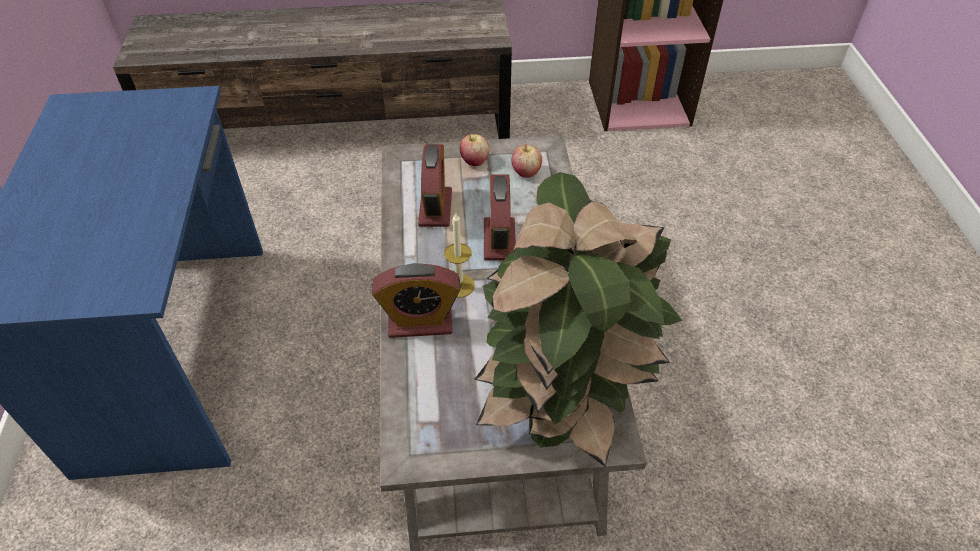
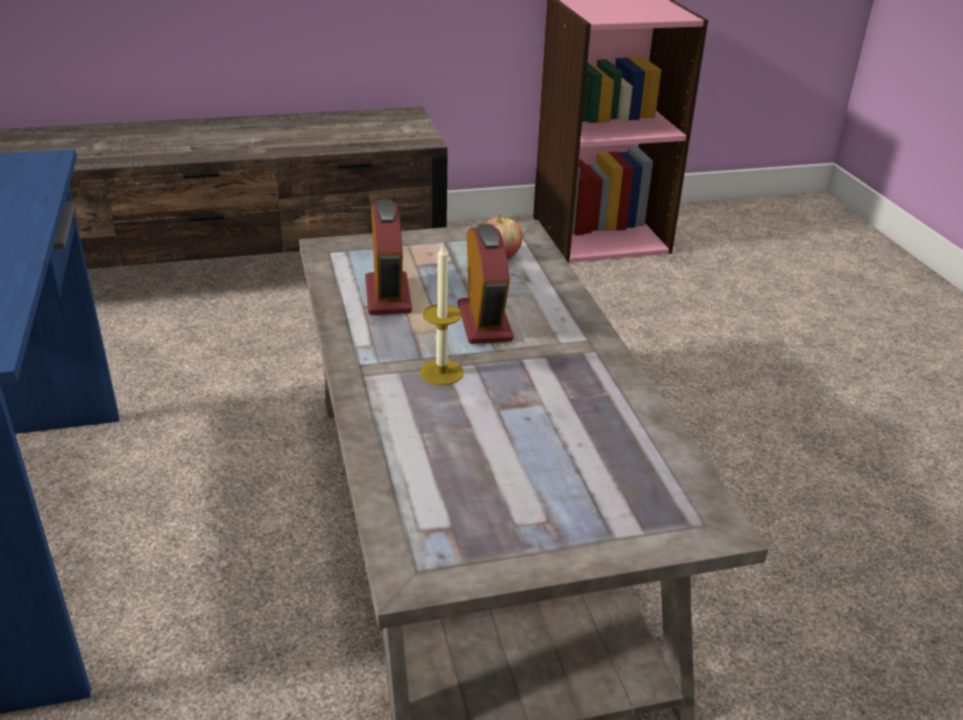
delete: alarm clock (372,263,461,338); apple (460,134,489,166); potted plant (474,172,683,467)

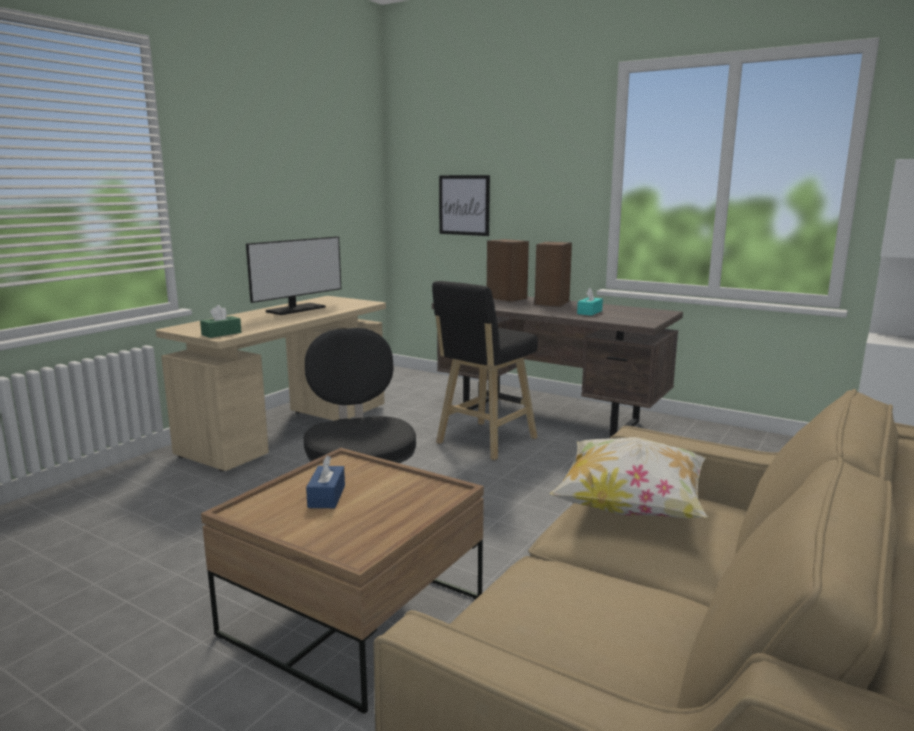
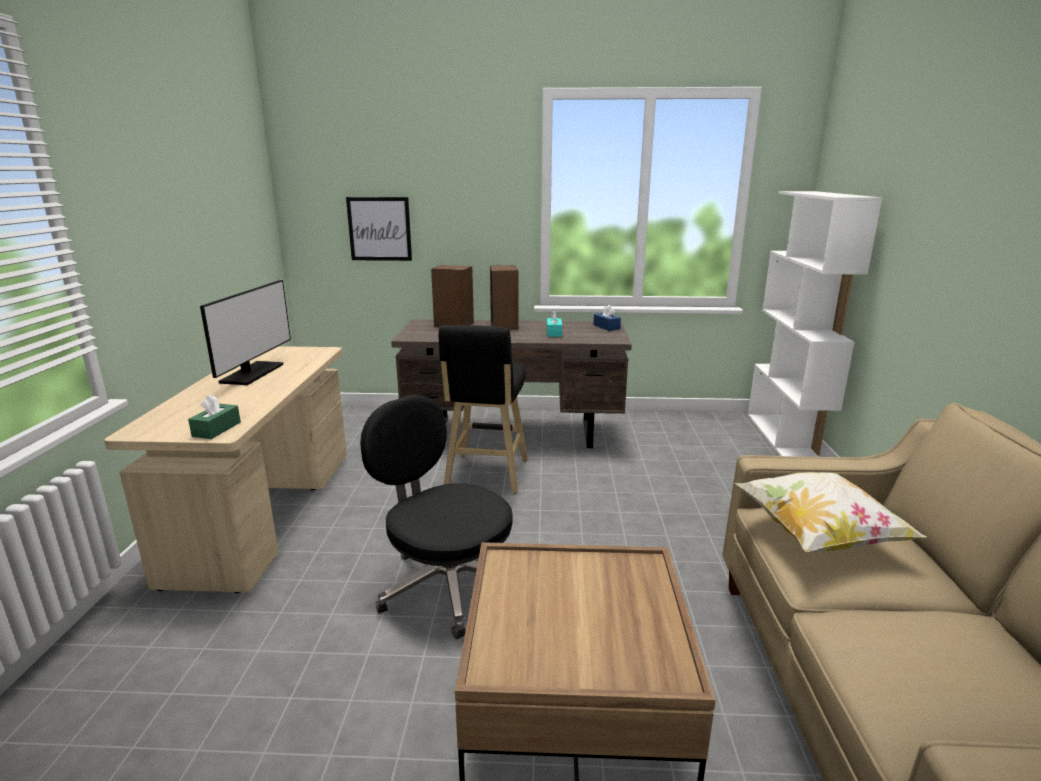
move: tissue box (blue) (306,456,345,508) to (594,305,621,331)

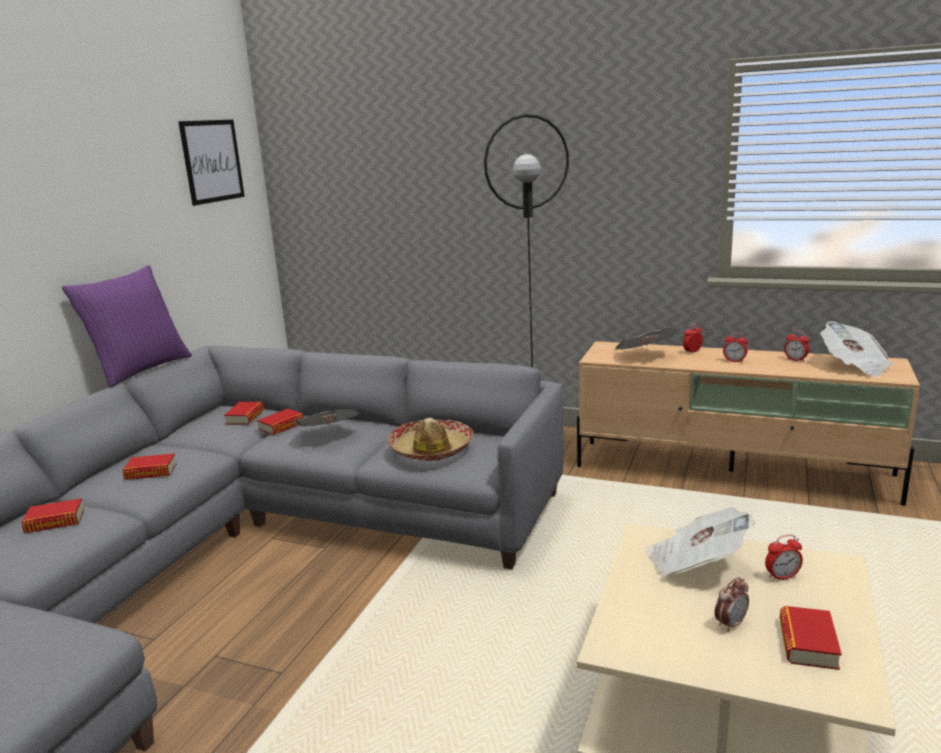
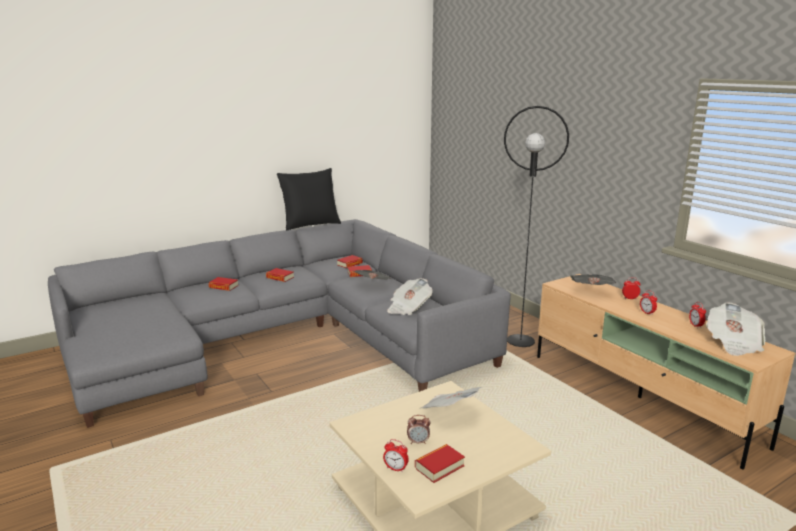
delete: picture (178,120,245,206)
move: alarm clock (765,534,803,581) to (383,439,409,473)
replace: hat (387,418,473,461) to newspaper (387,278,433,315)
recolor: pillow (purple) (62,265,192,388) to pillow (black) (277,168,341,230)

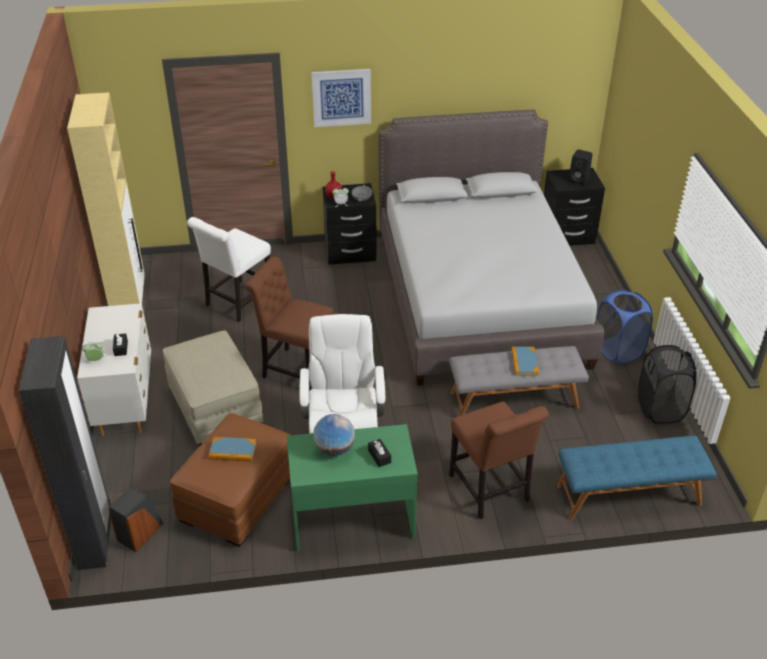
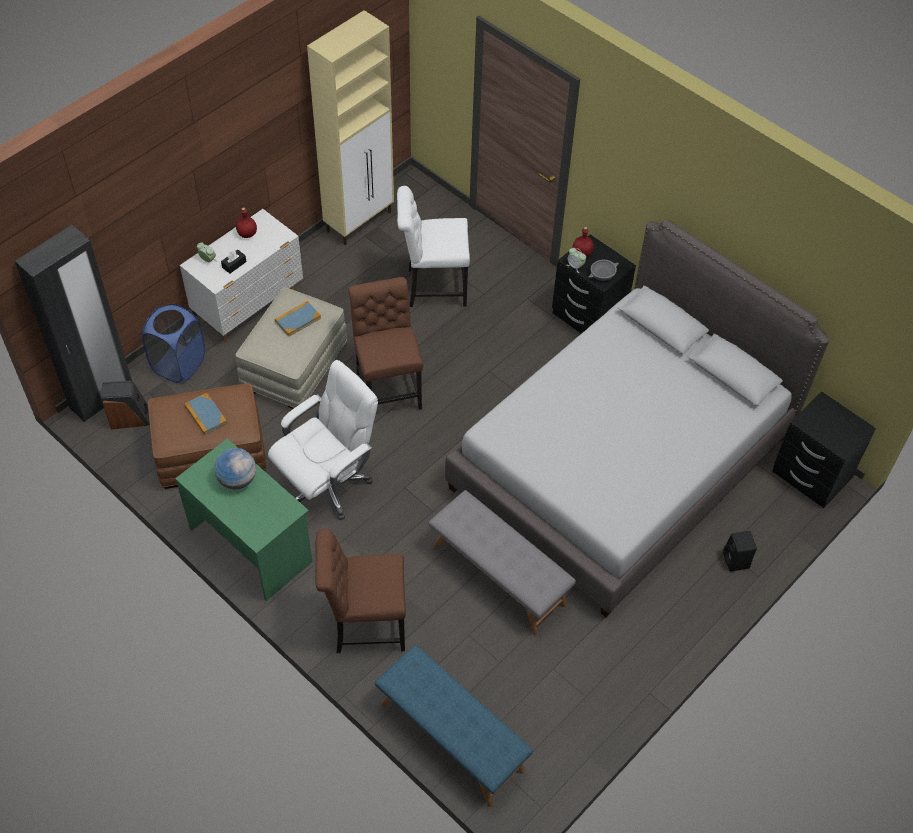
delete: picture (312,69,371,127); tissue box (black) (368,439,391,467); laundry basket (black) (638,345,696,424)
insert: bottle (red) (236,207,257,238)
move: laundry basket (blue) (597,290,653,364) to (142,303,205,383); book (511,347,539,376) to (275,301,321,337); speaker (black) (568,149,592,185) to (723,531,757,572)
rotate: chair (brown) (449,401,549,519) = (315,529,406,653) 60 degrees clockwise

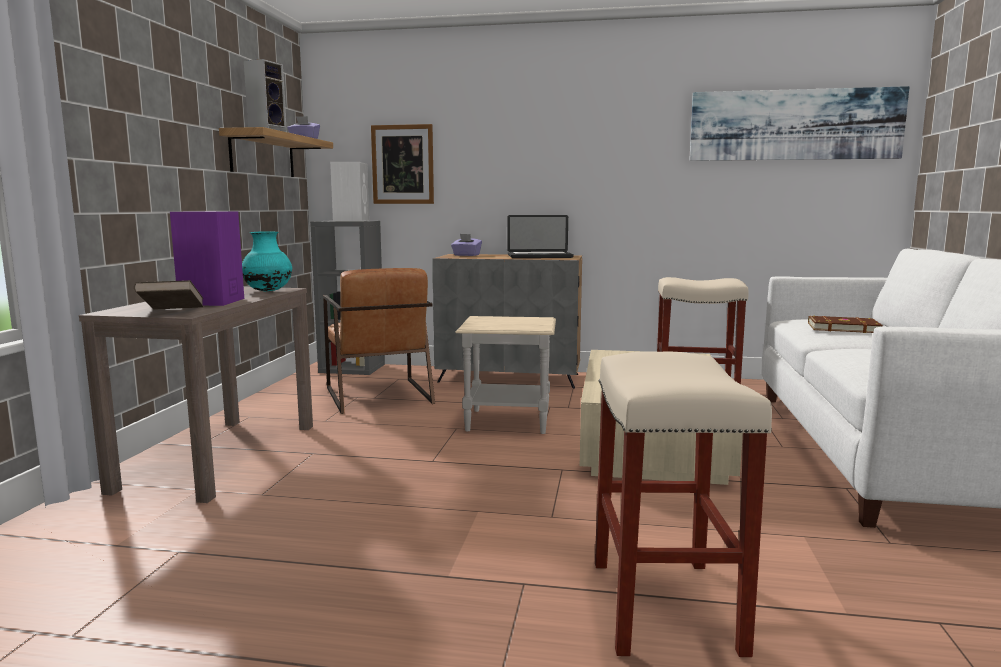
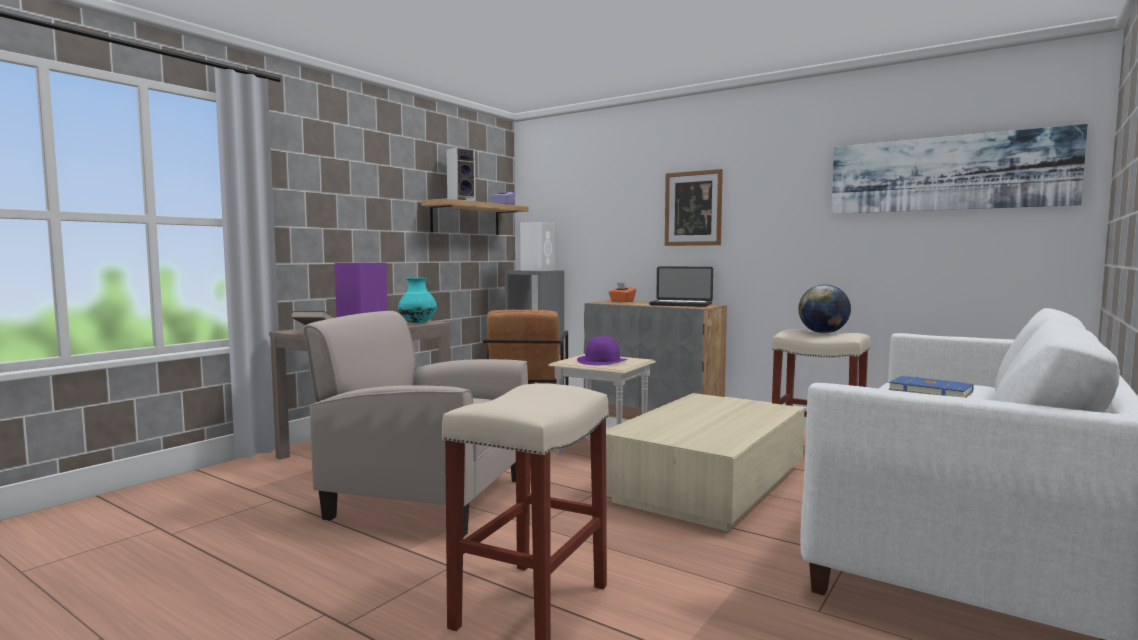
insert: armchair (beige) (303,311,528,537); hat (purple) (577,336,628,365); globe (798,284,851,333)
move: picture (371,124,434,204) to (665,169,723,246)
recolor: tissue box (purple) (451,234,482,256) to tissue box (orange) (608,283,636,302); book (brown) (808,316,883,333) to book (blue) (888,376,974,398)

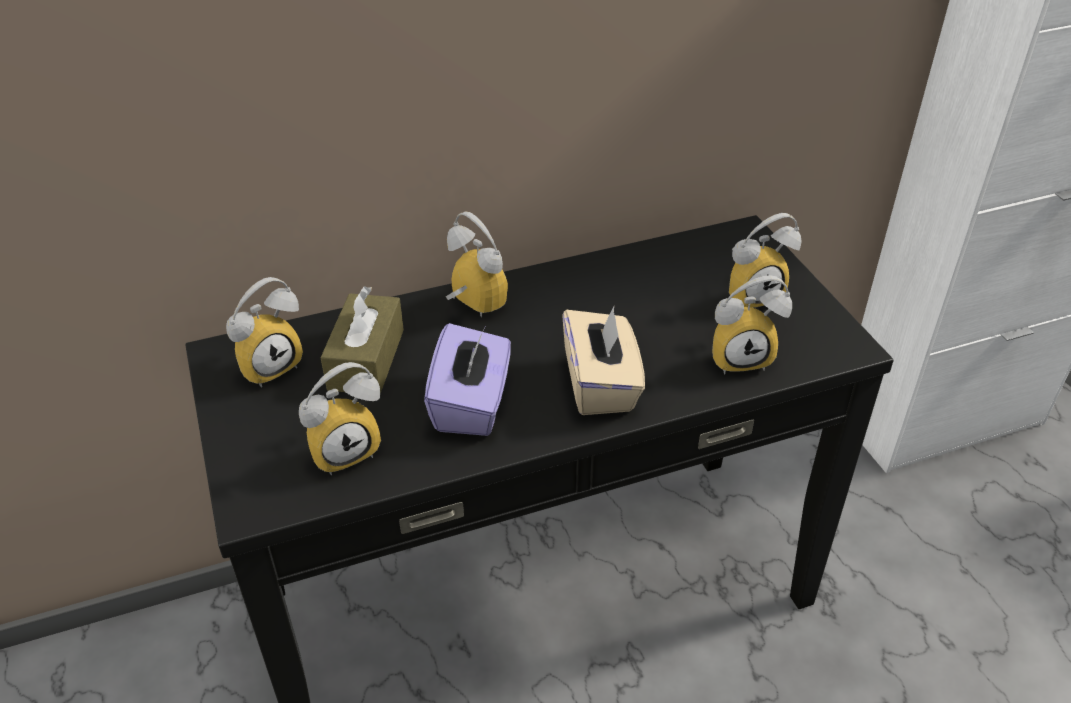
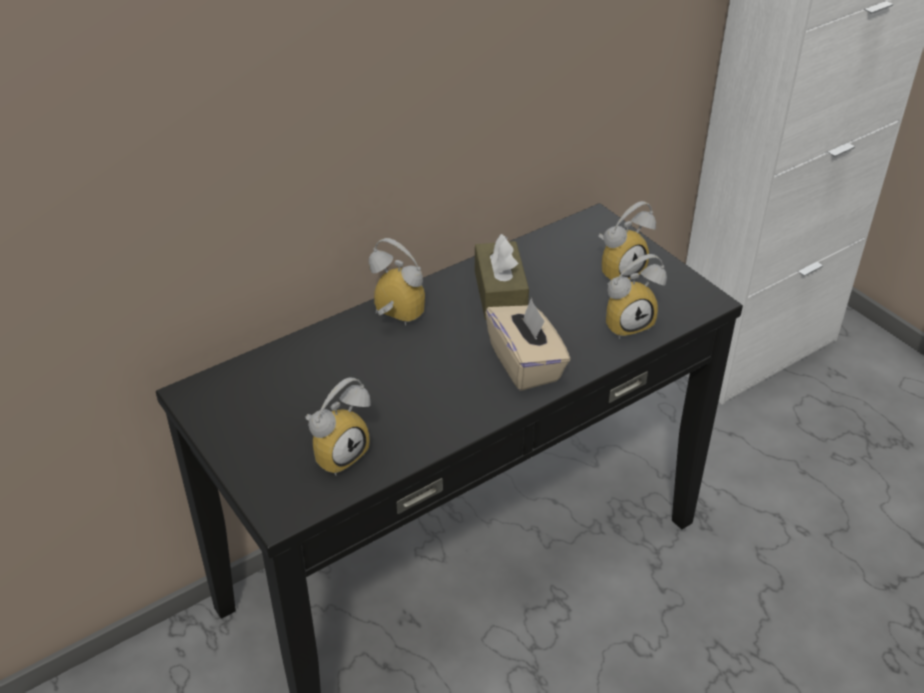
delete: alarm clock (226,277,303,387); tissue box (purple) (424,323,511,436)
move: tissue box (brown) (321,286,404,394) to (475,234,529,319)

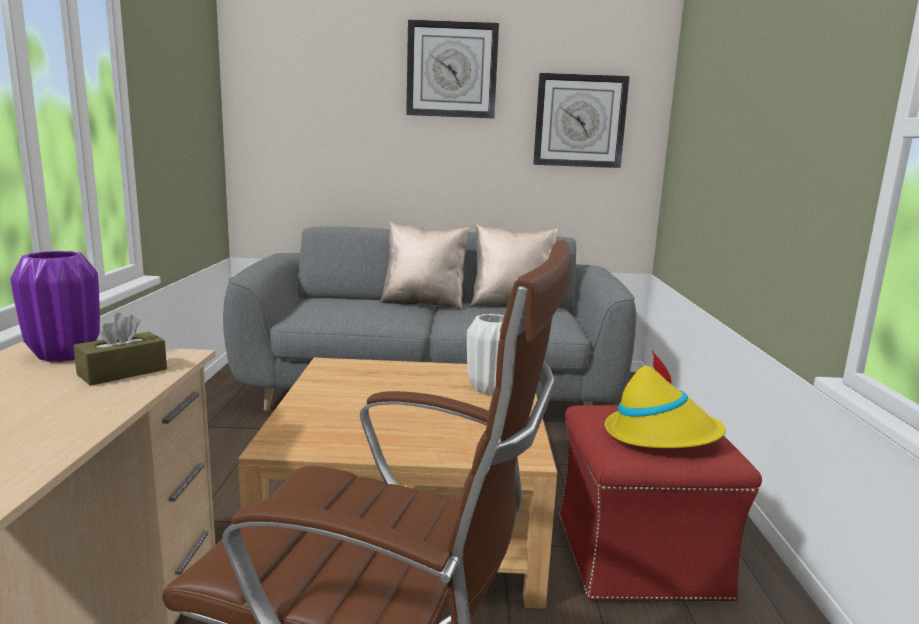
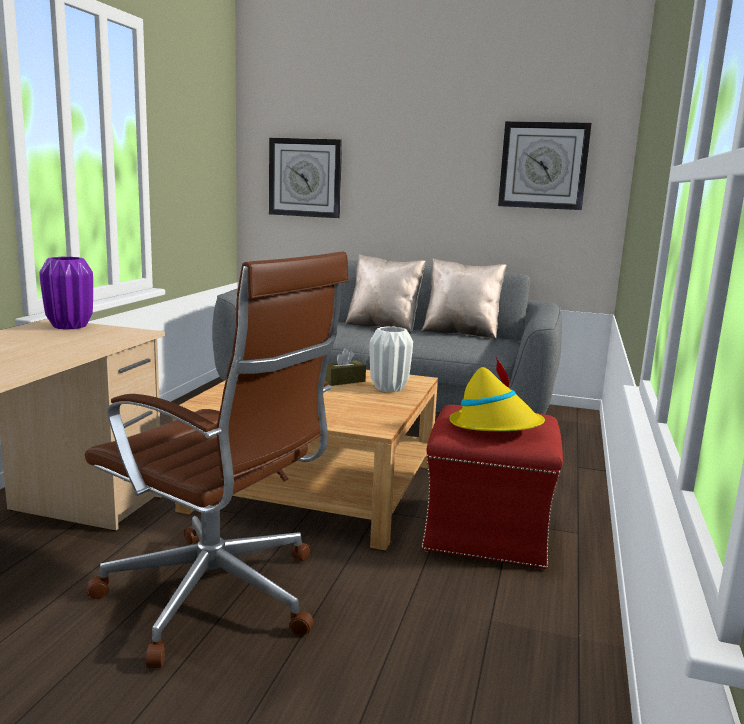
move: wall clock (406,20,499,118) to (269,138,342,218); tissue box (brown) (73,313,167,386) to (325,348,366,386)

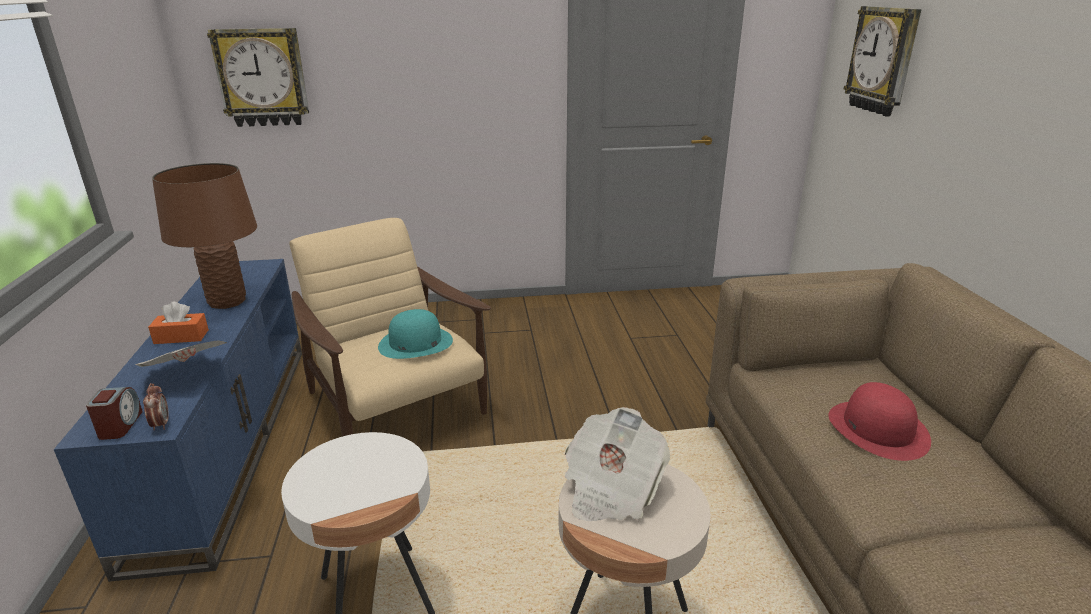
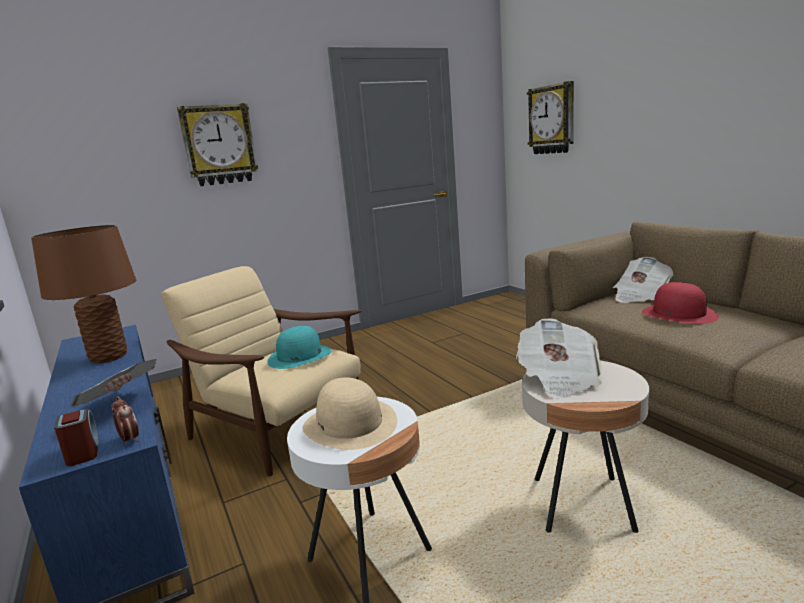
delete: tissue box (orange) (148,302,209,344)
insert: hat (beige) (303,377,397,450); newspaper (613,257,673,303)
move: wall clock (207,28,309,127) to (177,103,258,186)

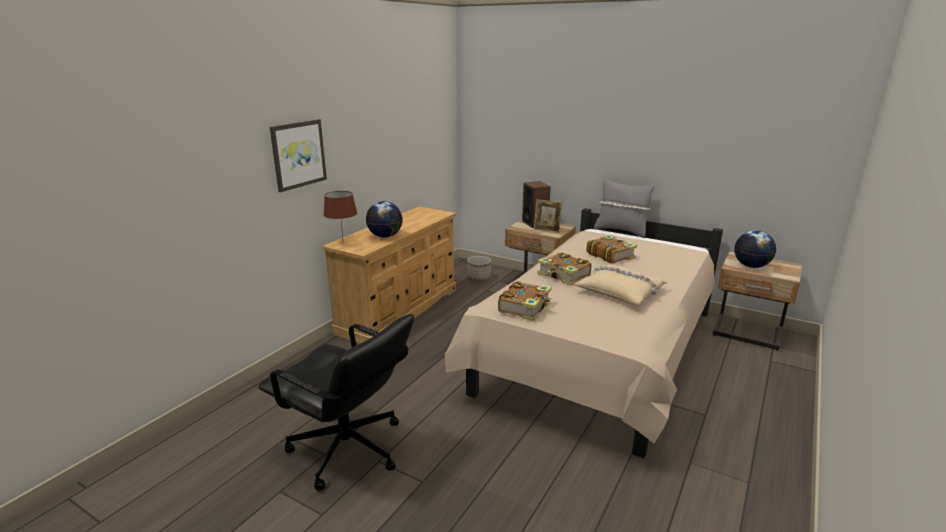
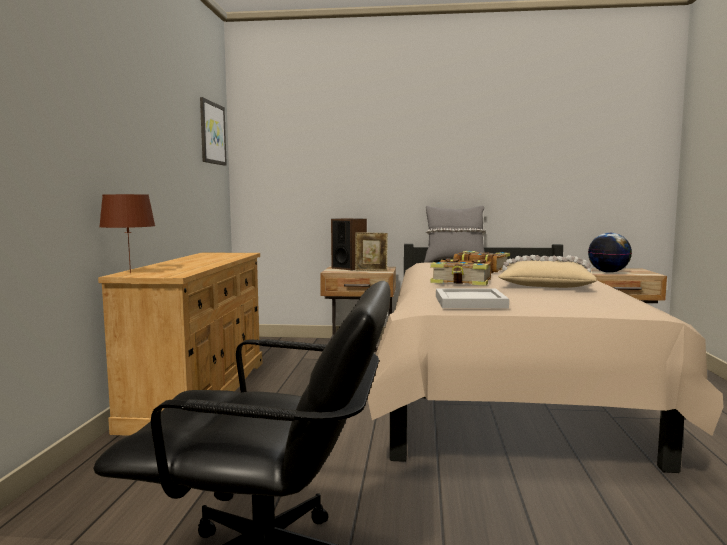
delete: globe (366,201,403,237); planter (467,256,491,281)
move: picture (270,119,327,192) to (200,97,227,166)
replace: book (498,281,552,321) to tray (white) (436,288,509,308)

